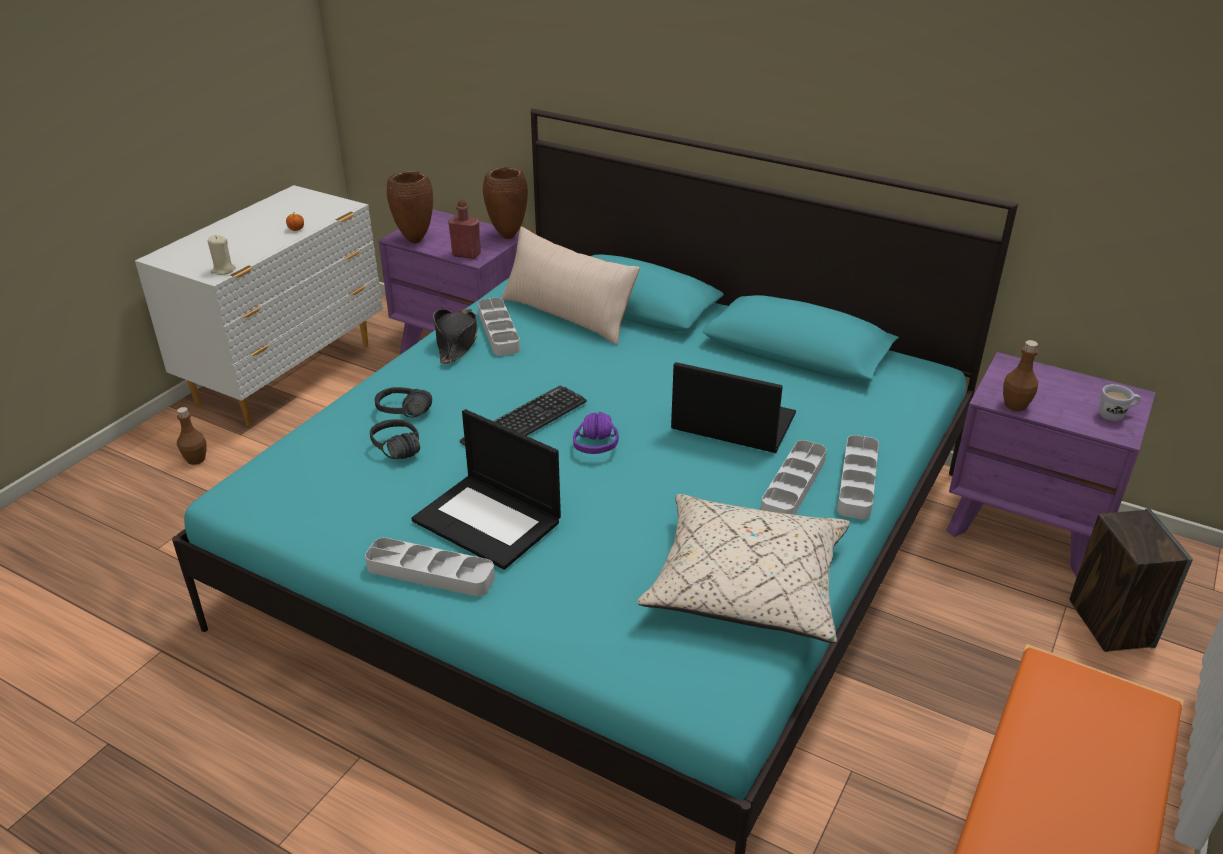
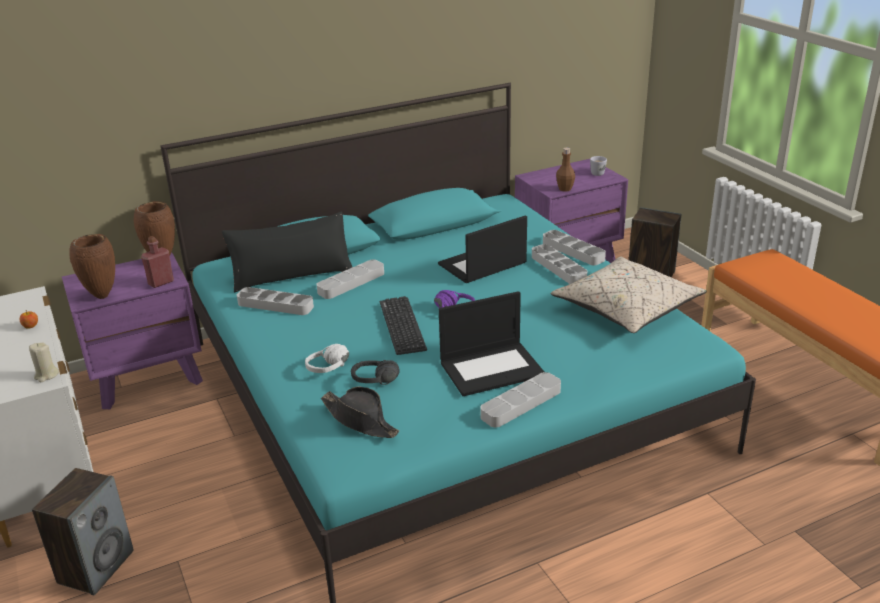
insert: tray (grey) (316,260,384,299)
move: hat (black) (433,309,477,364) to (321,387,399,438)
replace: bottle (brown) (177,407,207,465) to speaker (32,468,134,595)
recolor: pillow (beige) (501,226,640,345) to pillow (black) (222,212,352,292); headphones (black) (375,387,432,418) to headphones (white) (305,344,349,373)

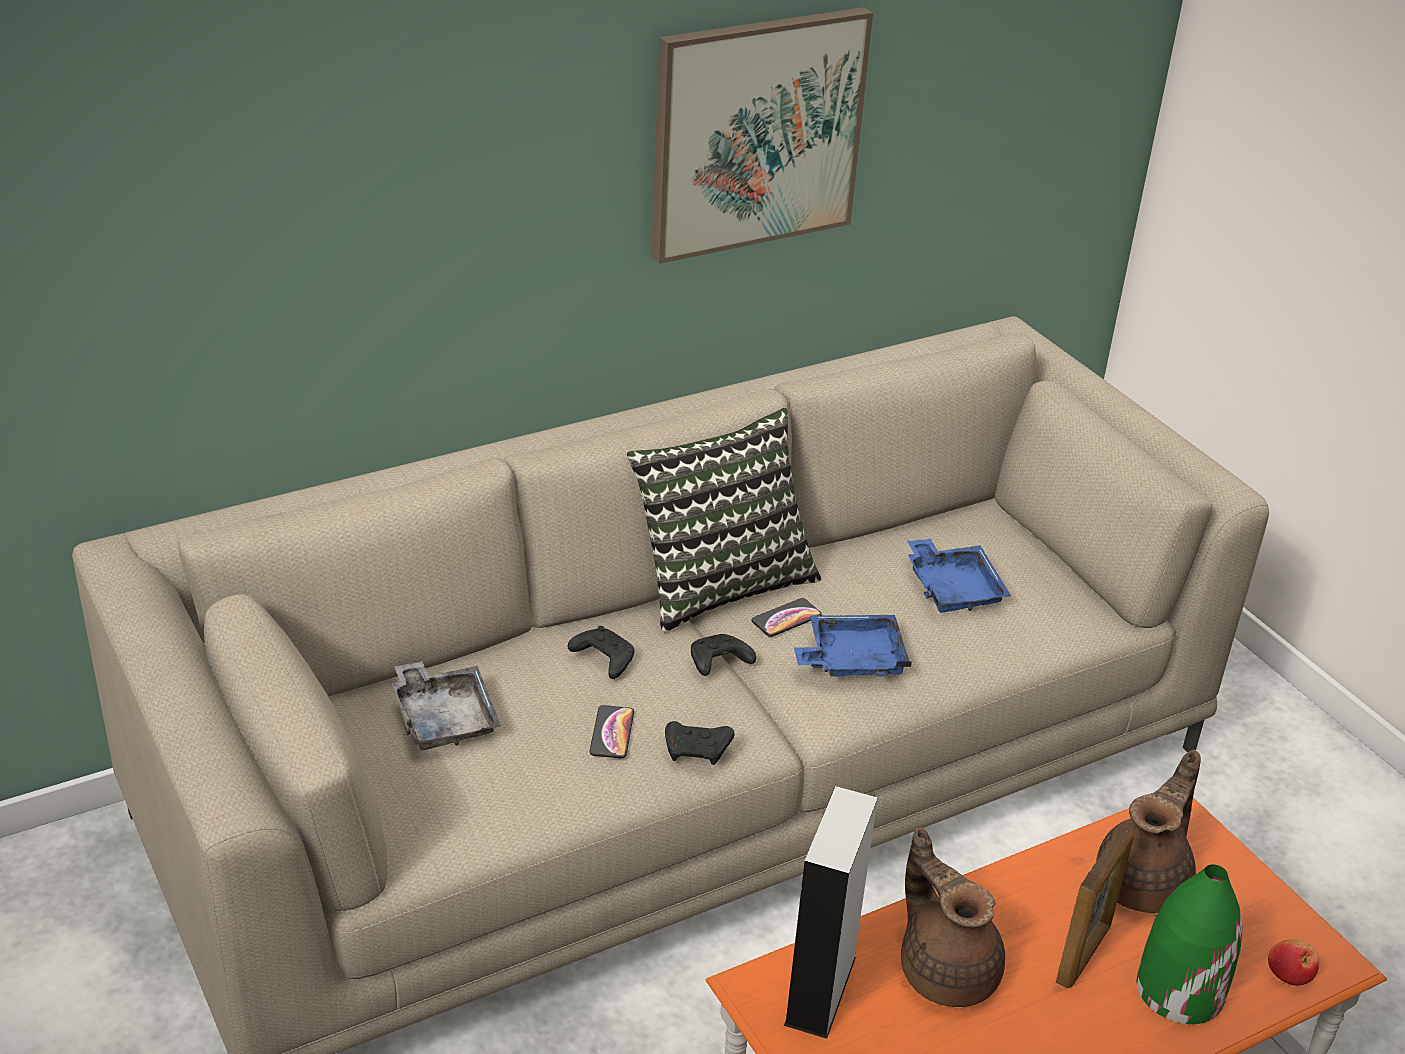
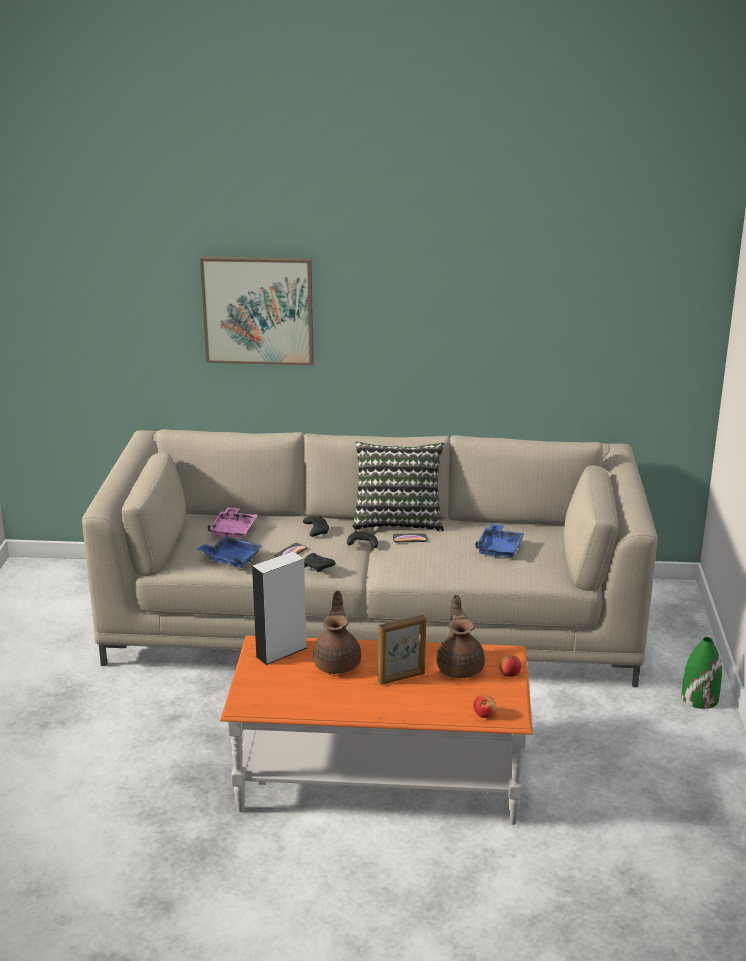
insert: apple (499,655,521,677)
move: tray (blue) (794,615,912,677) to (196,536,262,568); picture (651,7,873,264) to (200,256,314,365); vase (green) (1137,864,1243,1024) to (682,637,722,709)
recolor: tray (grey) (392,661,501,750) to tray (pink) (207,507,258,538)
rotate: teapot (brown) (1096,749,1201,913) = (436,595,485,678) 75 degrees counterclockwise

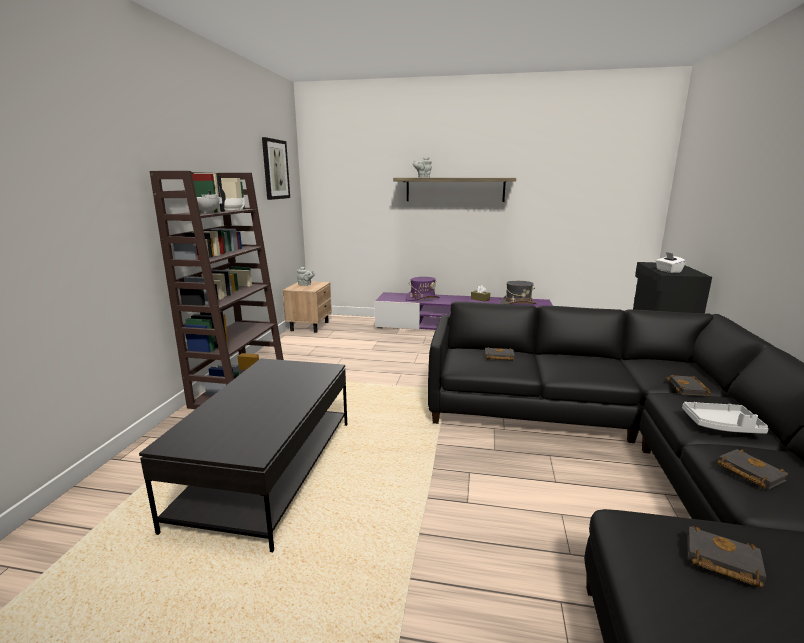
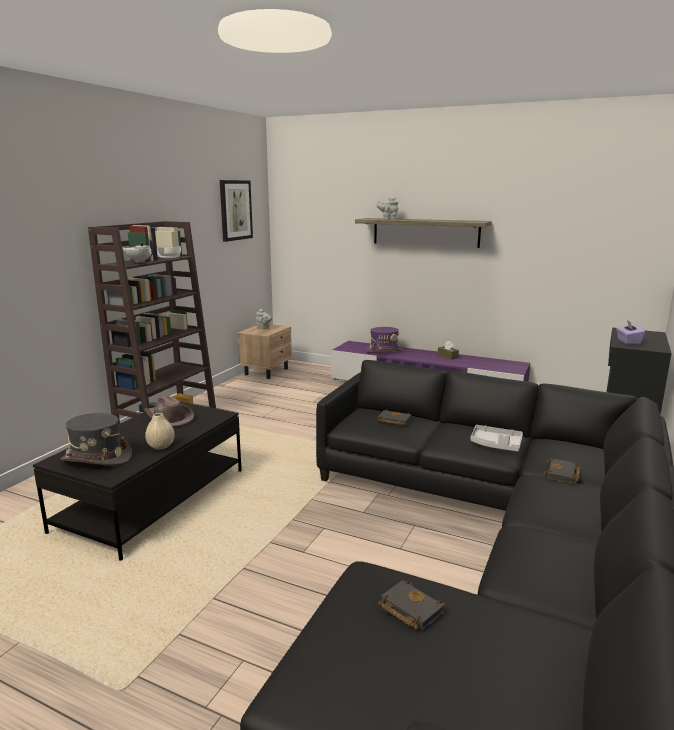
delete: book (black) (717,449,788,489)
insert: hat (brown) (144,395,194,427); vase (beige) (145,413,174,450)
move: hat (grey) (500,281,537,304) to (61,413,132,465); tray (grey) (682,402,769,434) to (470,425,523,452)
recolor: tissue box (white) (656,252,686,273) to tissue box (purple) (616,320,646,345)

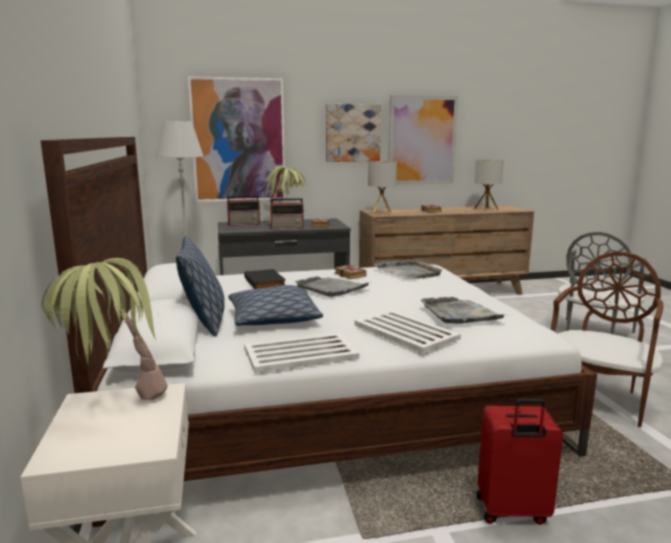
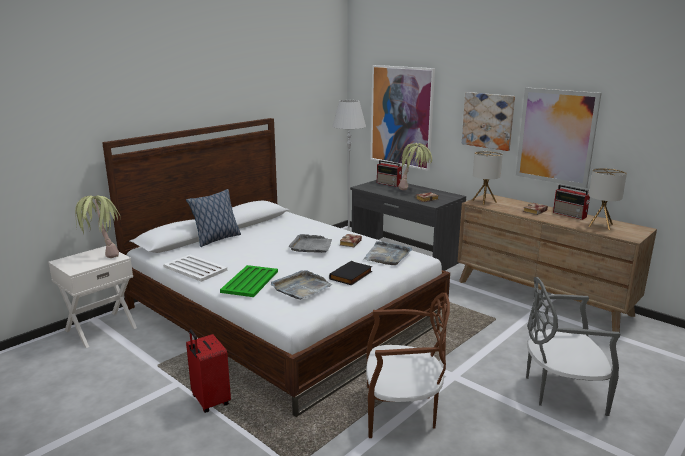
delete: pillow (228,285,323,326)
move: book (black) (244,269,286,289) to (329,261,372,285); radio (271,198,305,230) to (553,185,590,220)
recolor: tray (white) (355,310,461,353) to tray (green) (220,265,278,297)

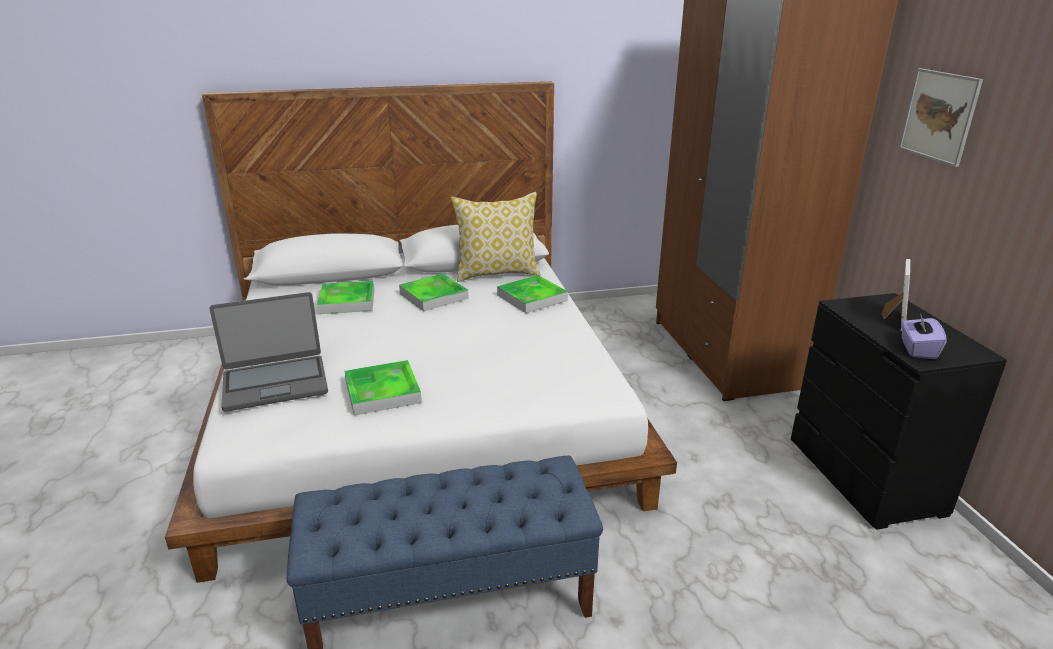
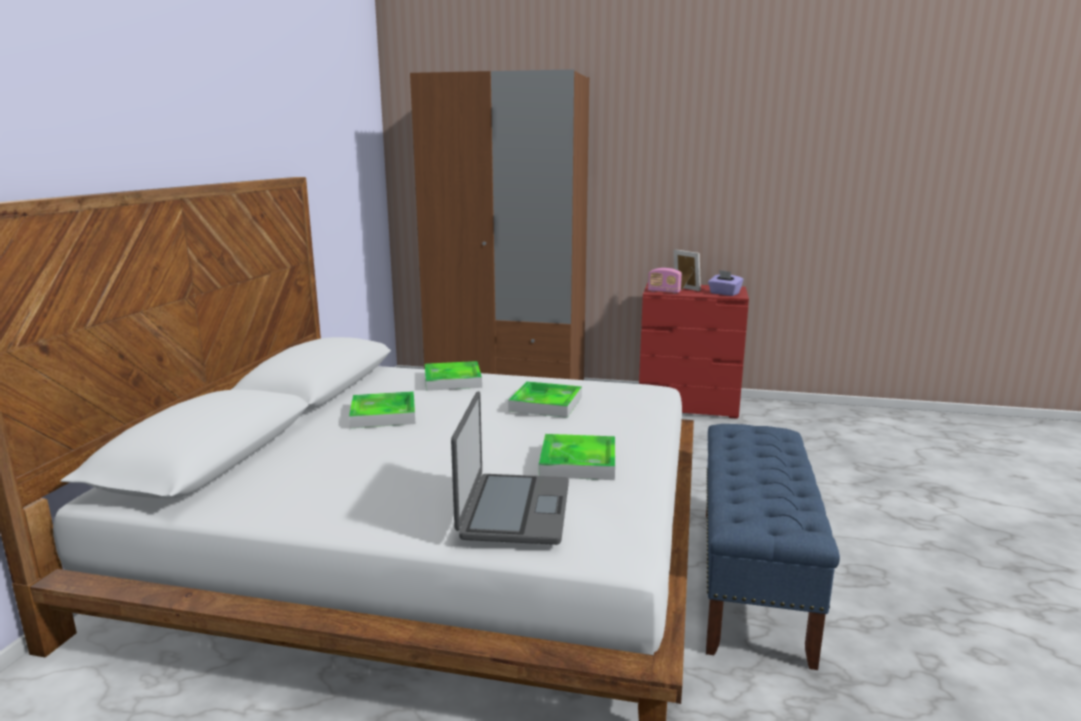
delete: pillow (451,192,541,282); picture (899,68,983,167)
insert: radio (648,268,682,294)
move: tray (317,281,375,314) to (508,381,582,418)
recolor: dresser (black) (791,293,1007,530) to dresser (red) (639,283,749,419)

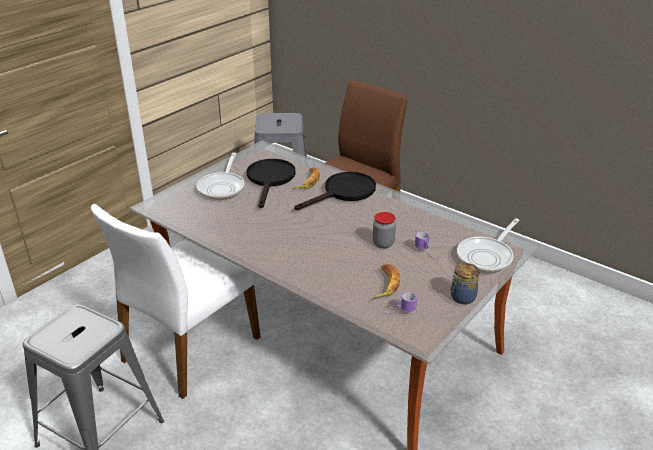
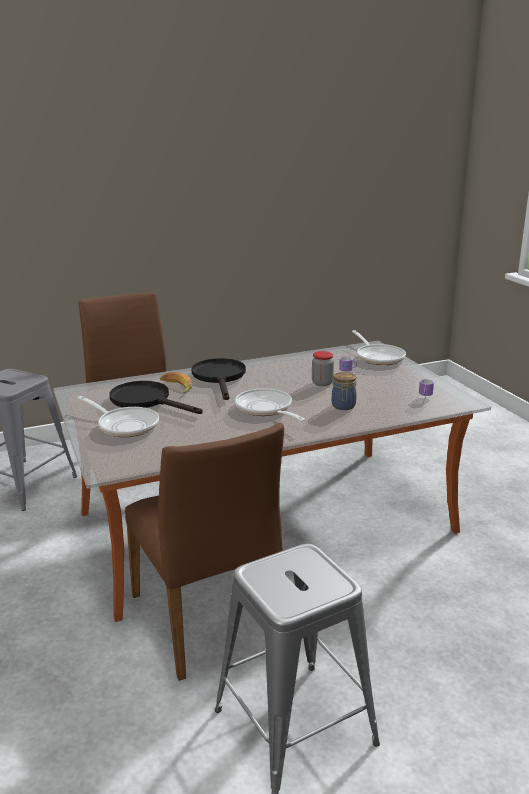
delete: banana (374,264,400,298)
insert: frying pan (235,388,306,422)
move: jar (450,263,479,304) to (332,372,357,410)
recolor: chair (white) (91,204,261,399) to chair (brown) (125,423,284,681)

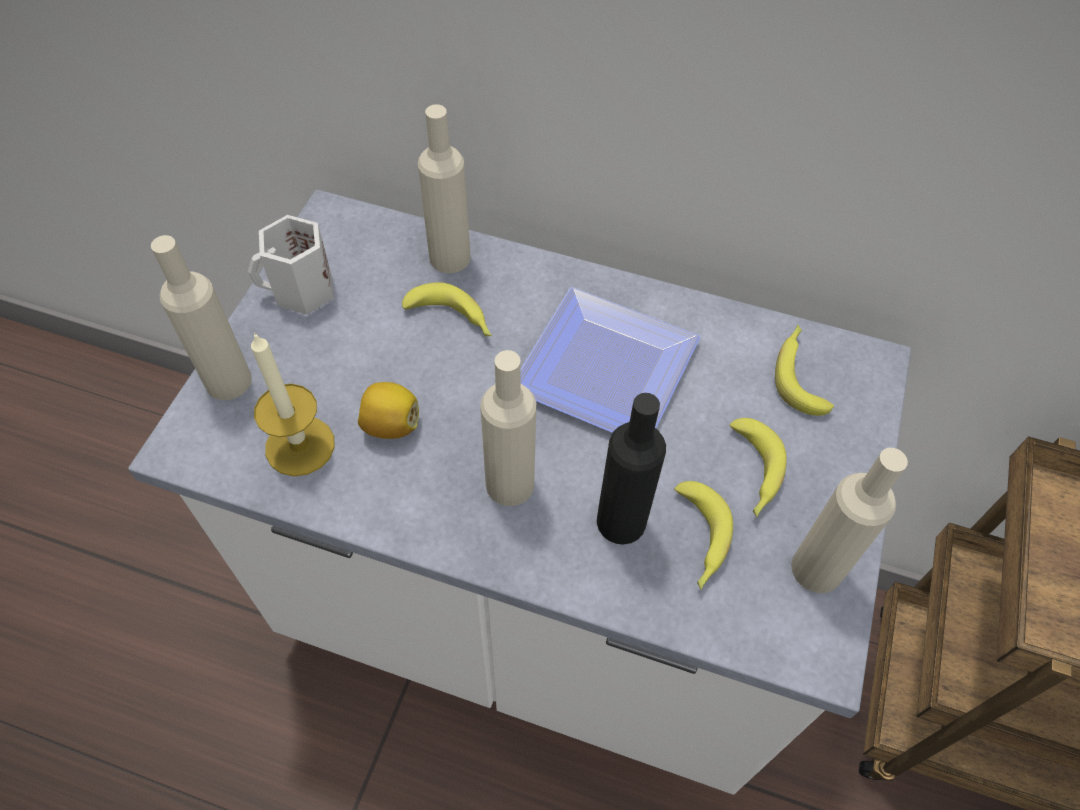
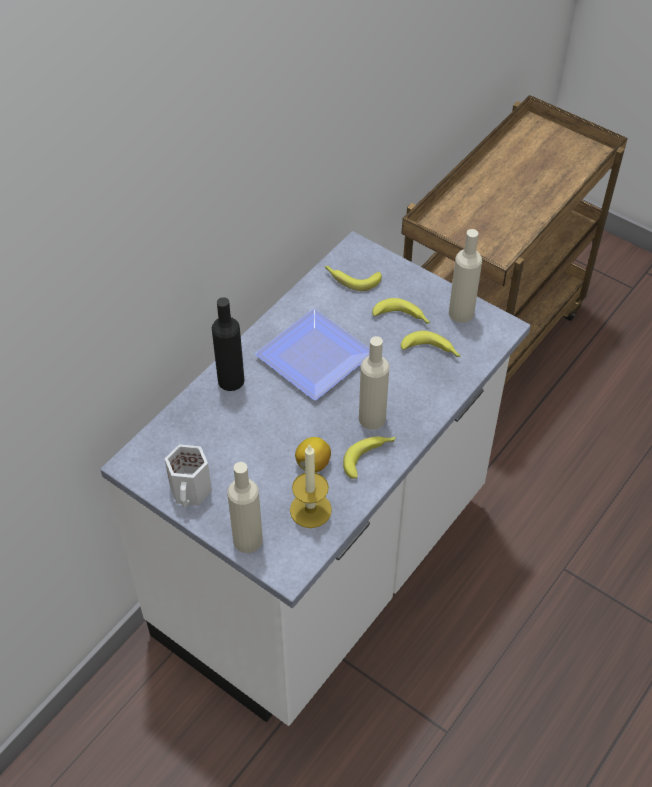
delete: bottle (beige) (418,104,471,273)
move: bottle (black) (597,393,666,545) to (212,297,244,391); banana (402,282,492,337) to (343,436,396,479)

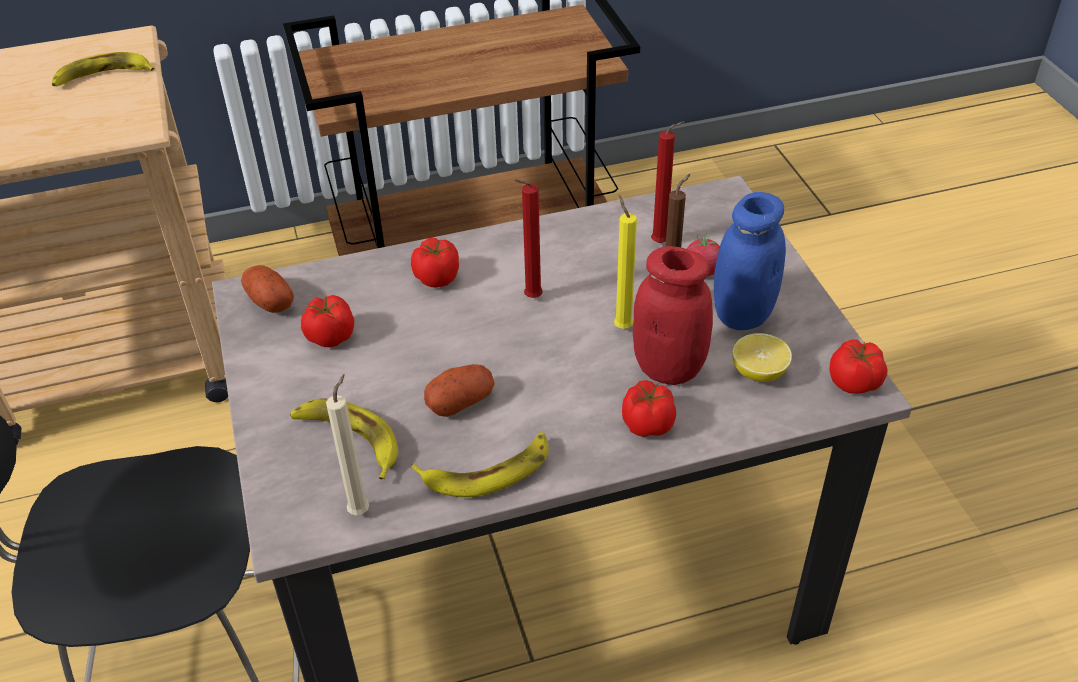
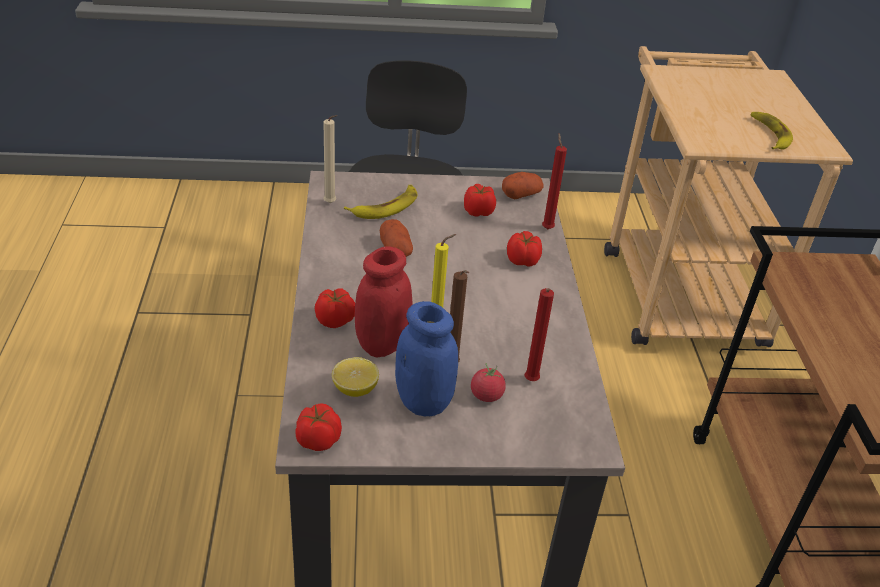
delete: banana (411,432,549,497)
move: candle (red) (514,179,543,298) to (542,133,567,229)

